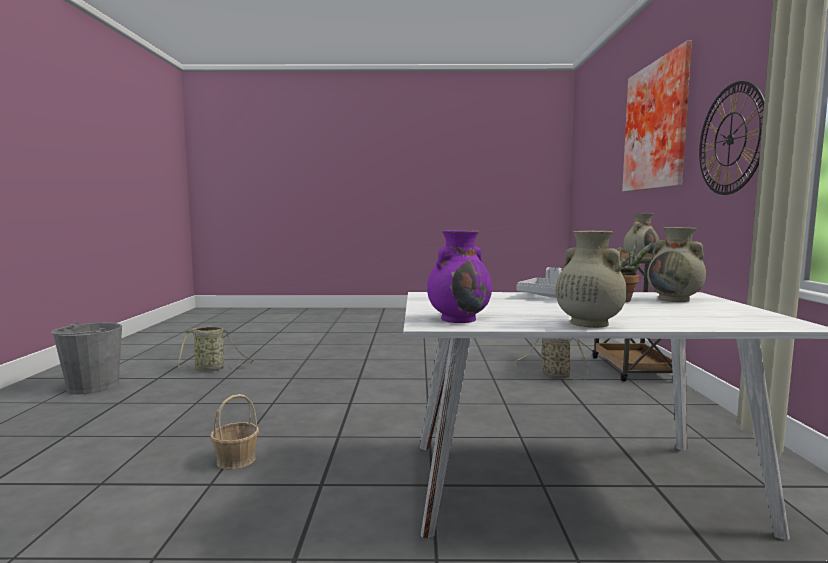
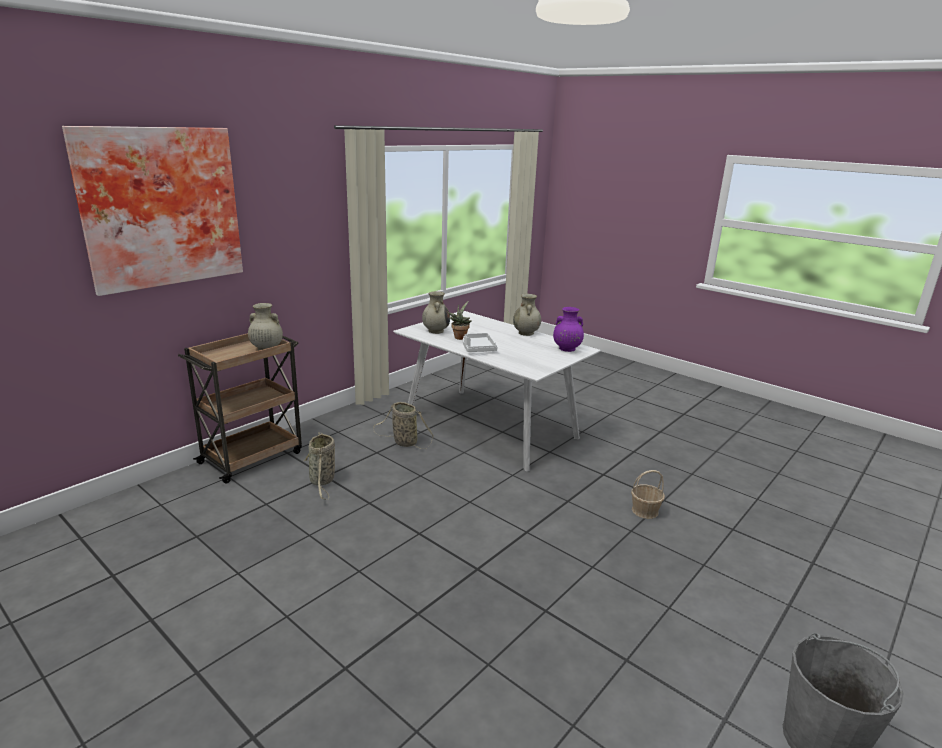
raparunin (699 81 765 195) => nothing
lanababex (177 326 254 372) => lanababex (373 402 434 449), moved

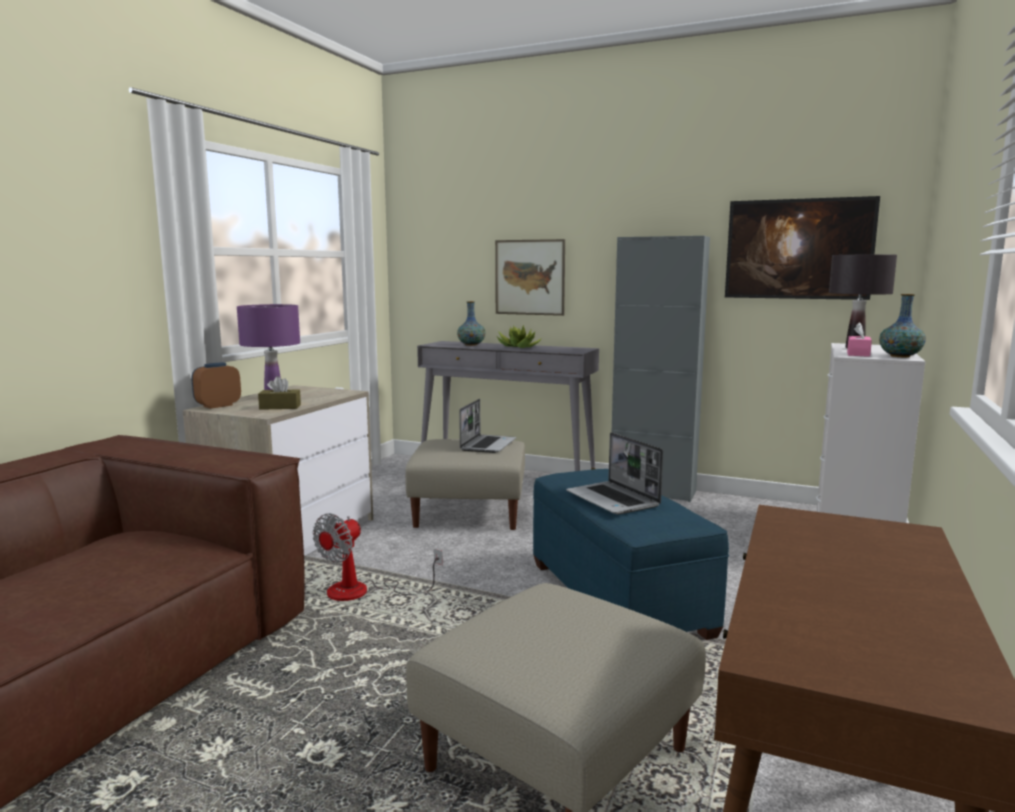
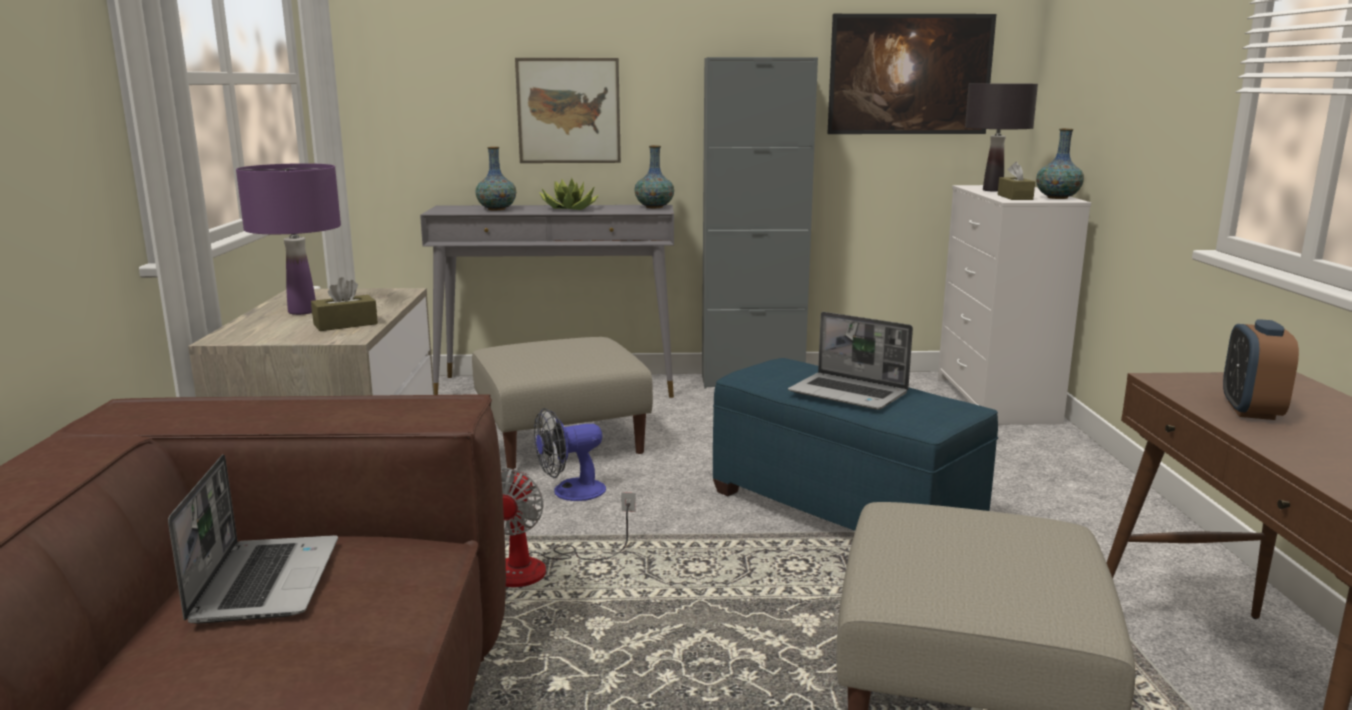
nothing => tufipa (534 408 606 501)
nothing => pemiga (634 146 674 208)
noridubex (192 362 241 409) => noridubex (1223 319 1299 420), moved
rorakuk (459 399 516 453) => rorakuk (168 454 338 624), moved
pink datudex (847 322 872 357) => brown datudex (998 162 1035 200)

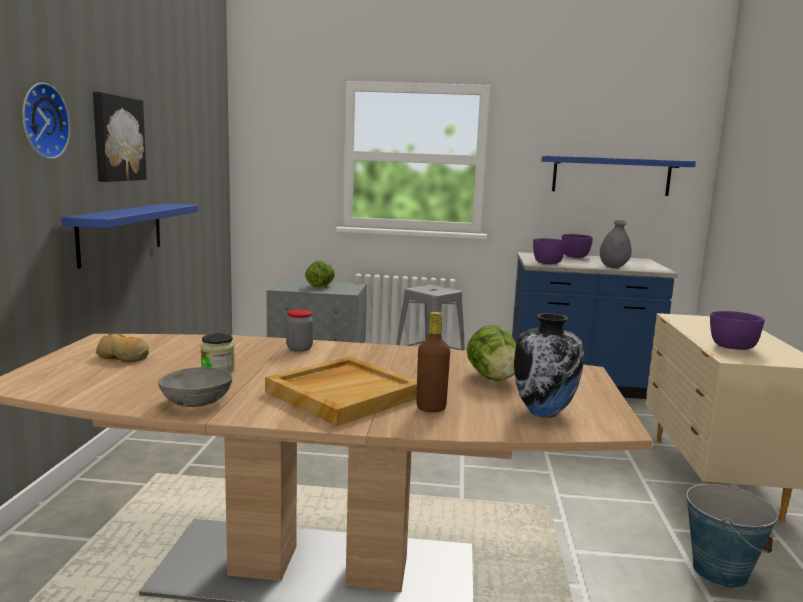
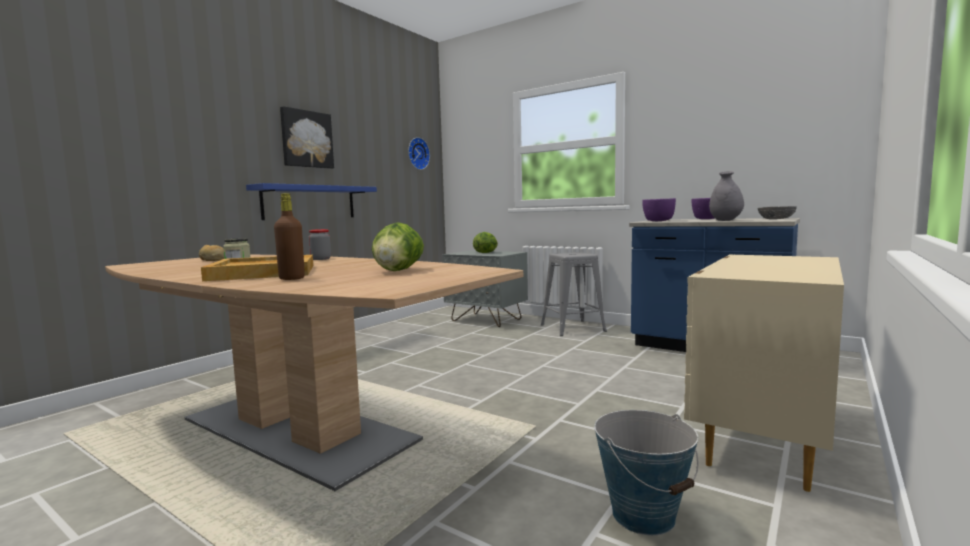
pemiga (514 313 584 418) => nothing
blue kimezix (542 156 696 196) => nothing
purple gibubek (710 311 765 350) => nothing
raparunin (22 83 70 159) => raparunin (408 137 430 170), moved
grey gibubek (158 367 232 407) => grey gibubek (758 206 797 219), moved

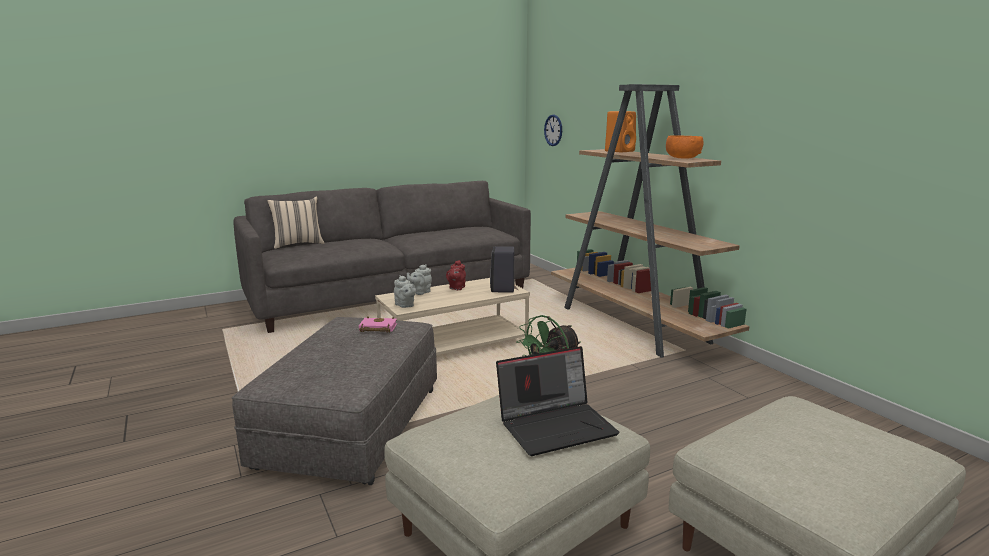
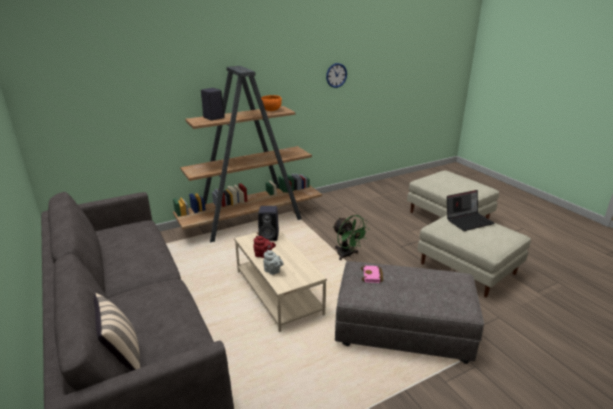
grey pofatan (394 275 416 308) => nothing
raparunin (544 115 562 146) => raparunin (326 63 347 88), moved
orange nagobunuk (605 111 636 153) => black nagobunuk (201 88 225 121)
rorakuk (496 346 620 456) => rorakuk (447 190 494 231), 90 degrees clockwise

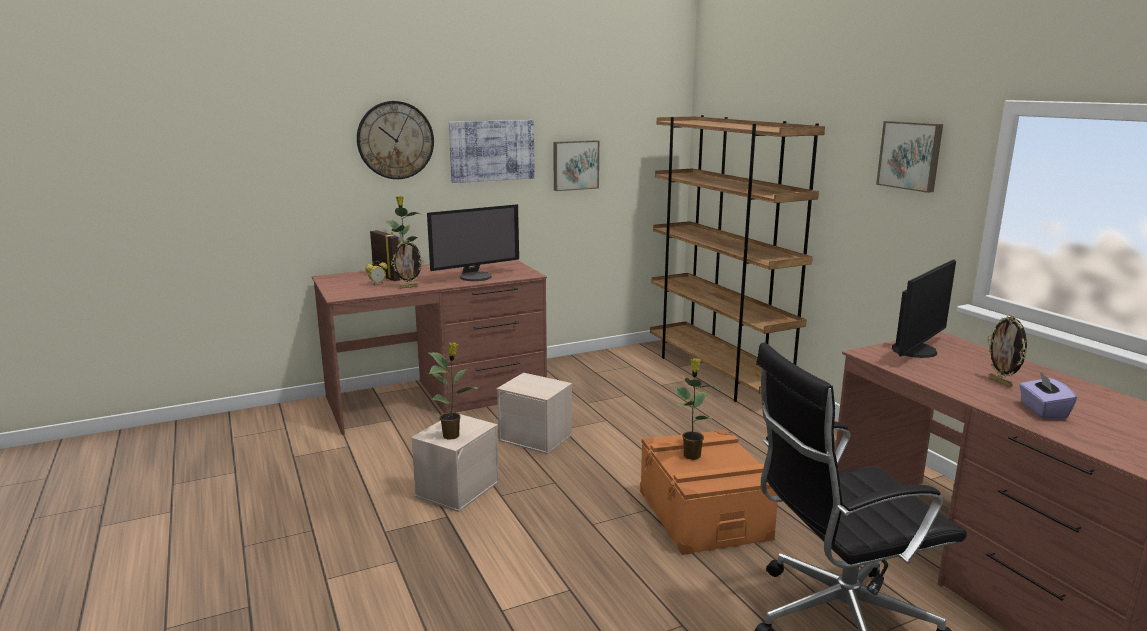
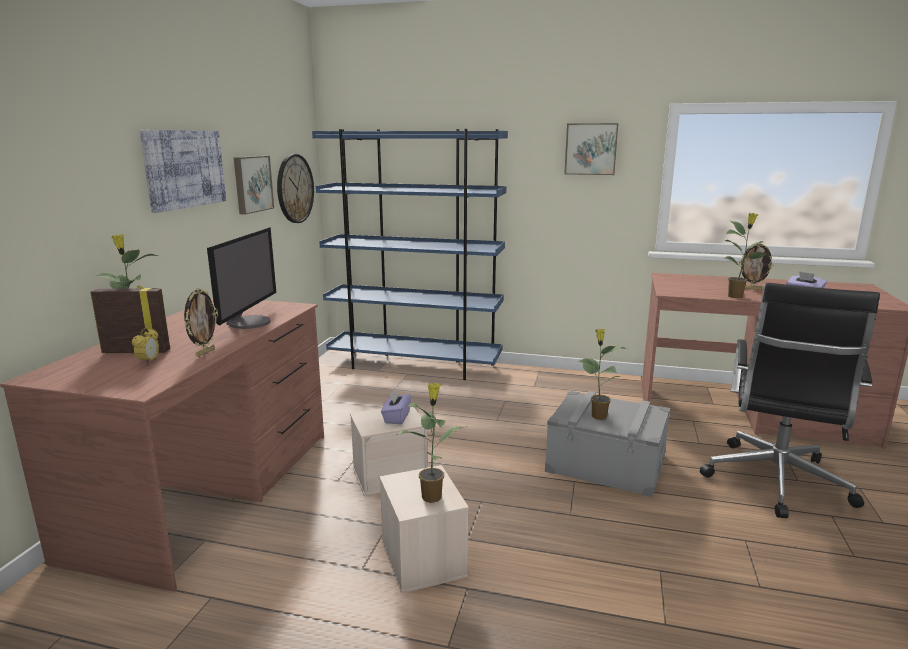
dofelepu (892 259 956 358) => nothing
nothing => purple datudex (381 390 411 424)
nothing => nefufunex (724 213 768 298)
raparunin (357 101 434 179) => raparunin (277 154 314 223), moved
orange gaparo (640 429 778 555) => grey gaparo (545 391 670 497)
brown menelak (650 115 825 402) => blue menelak (312 129 508 380)

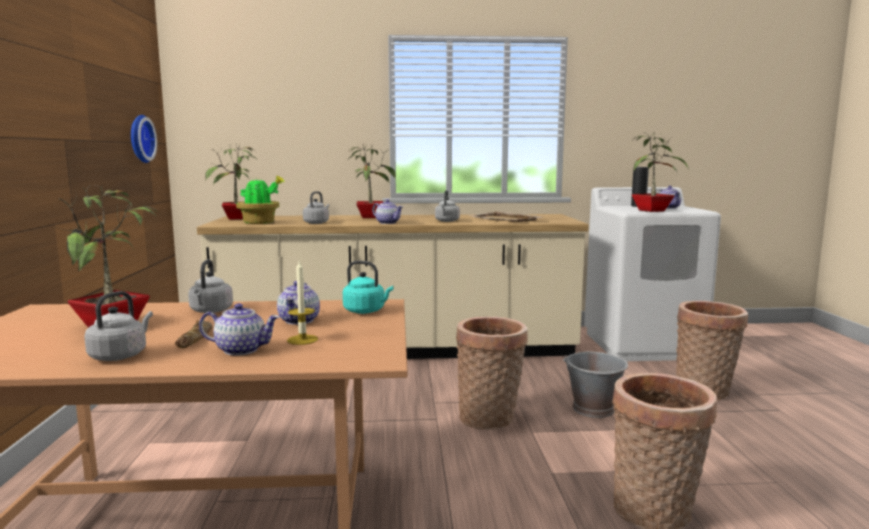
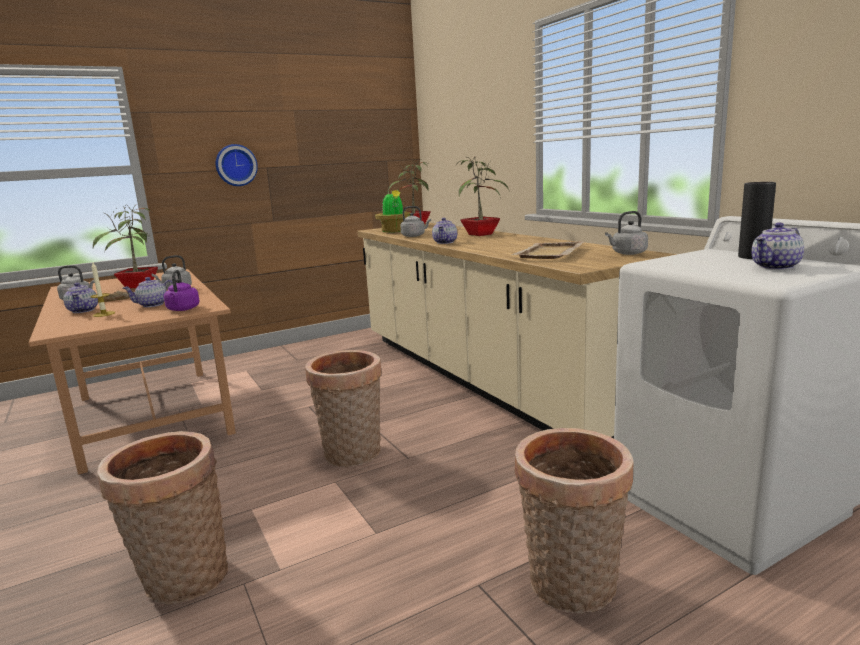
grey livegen (563 352 630 418) => nothing
nefufunex (632 132 688 212) => nothing
raparunin (131 115 157 163) => raparunin (216 144 258 186), moved
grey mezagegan (435 190 460 222) => grey mezagegan (605 211 648 255), moved
turquoise mezagegan (343 261 393 314) => purple mezagegan (164 270 199 311)

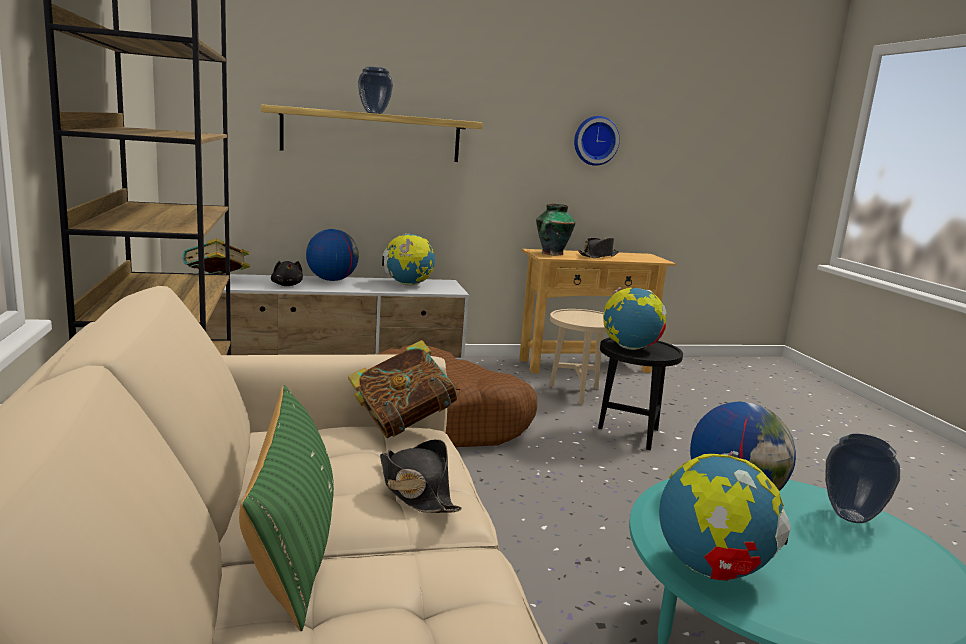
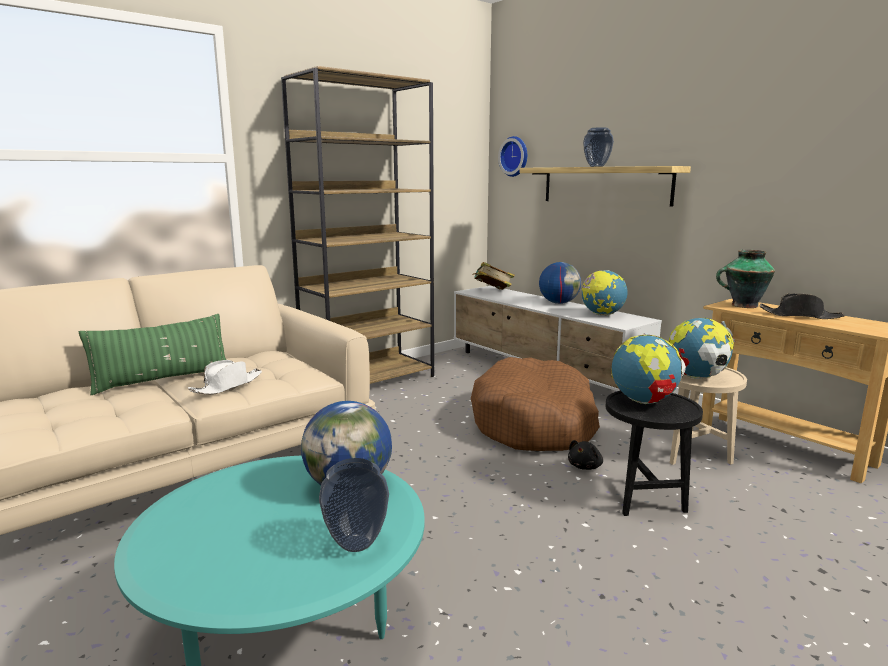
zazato (348 340 461 438) => nothing
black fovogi (271 261 303 286) => black fovogi (568 440 603 470), moved
raparunin (574 116 620 166) => raparunin (498 136 527 177), moved
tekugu (659 451 791 581) => tekugu (669 318 735 379), moved
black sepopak (380 439 462 513) => white sepopak (188 360 262 395)

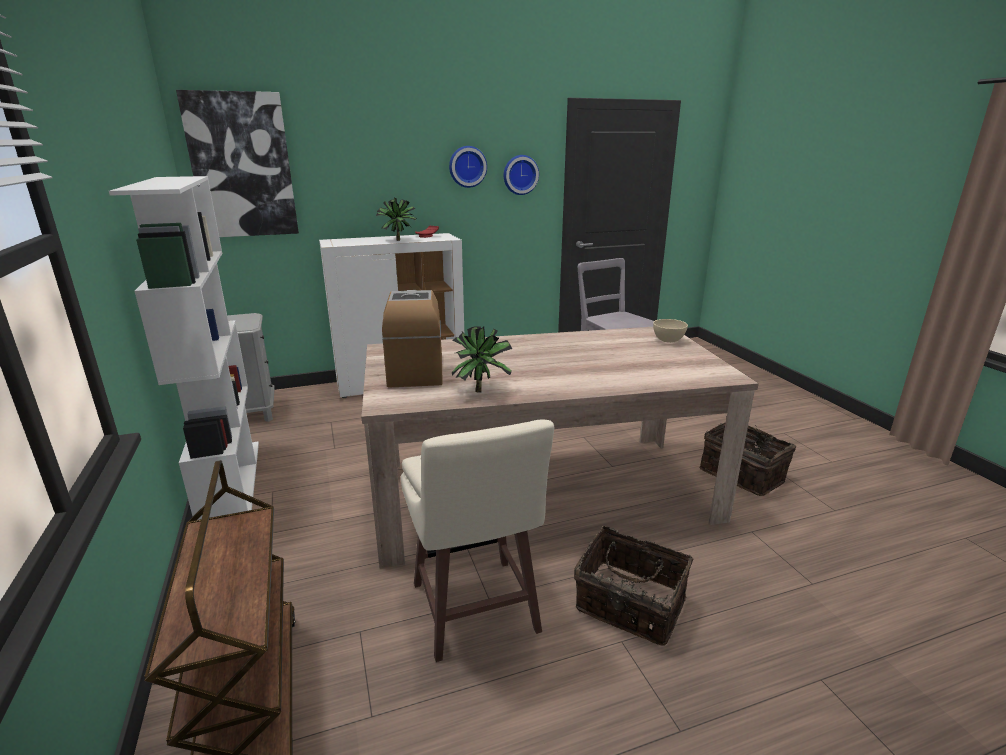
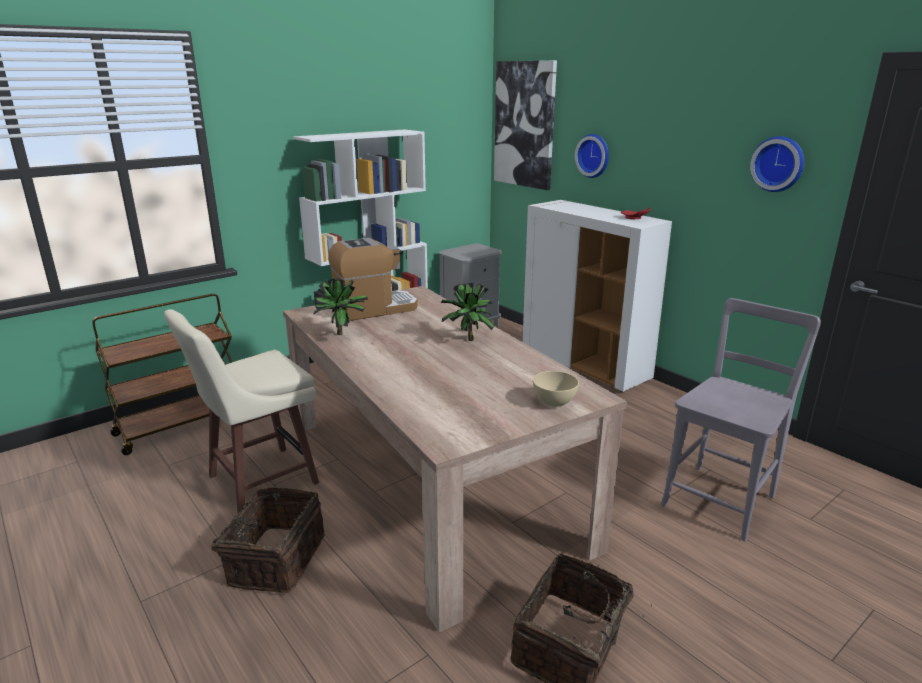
nefufunex (376 197 417 241) => nefufunex (440 283 494 341), moved
raparunin (449 146 487 188) => raparunin (575 134 609 178), moved

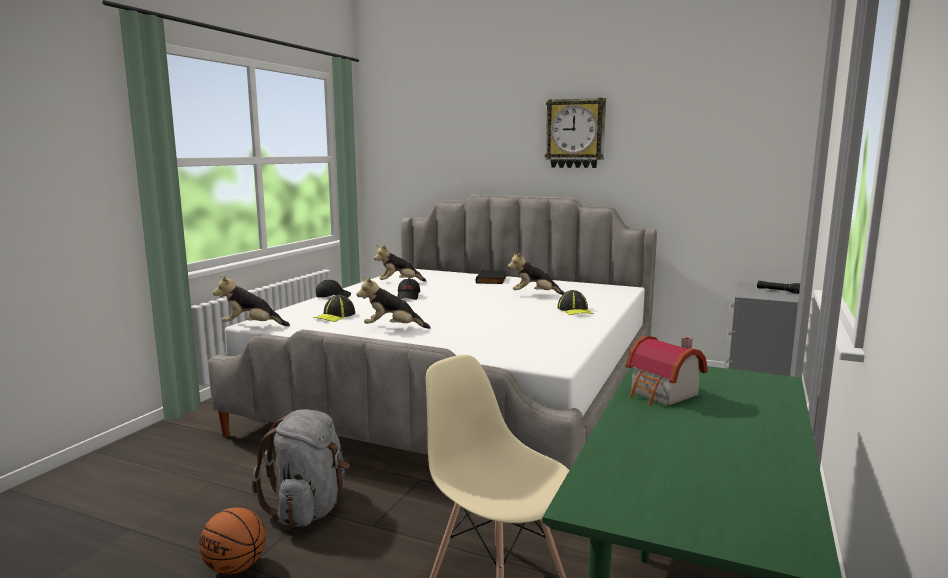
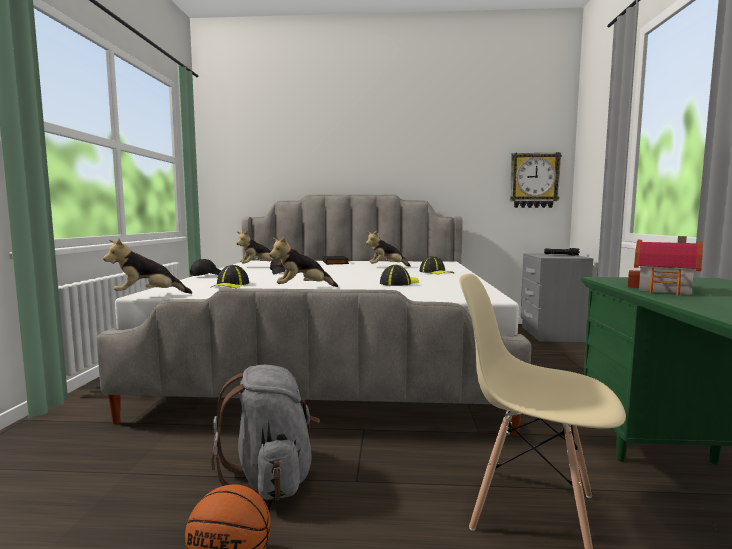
nothing => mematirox (380 265 419 286)
raparunin (545 98 606 168) => raparunin (510 152 562 208), moved

